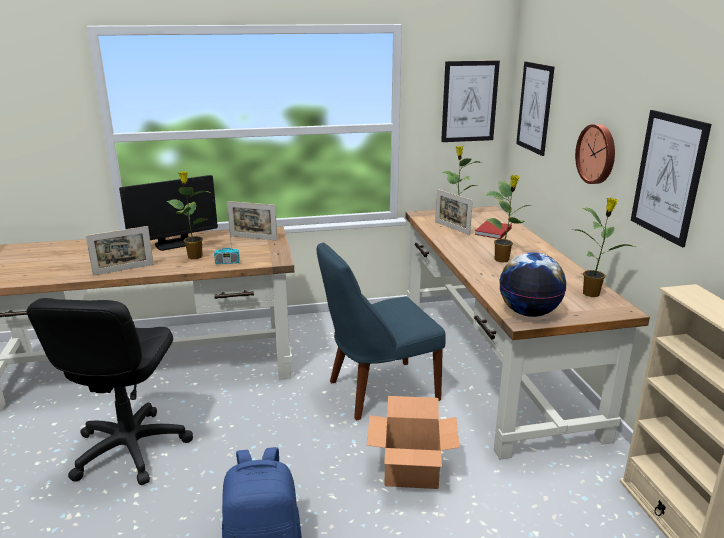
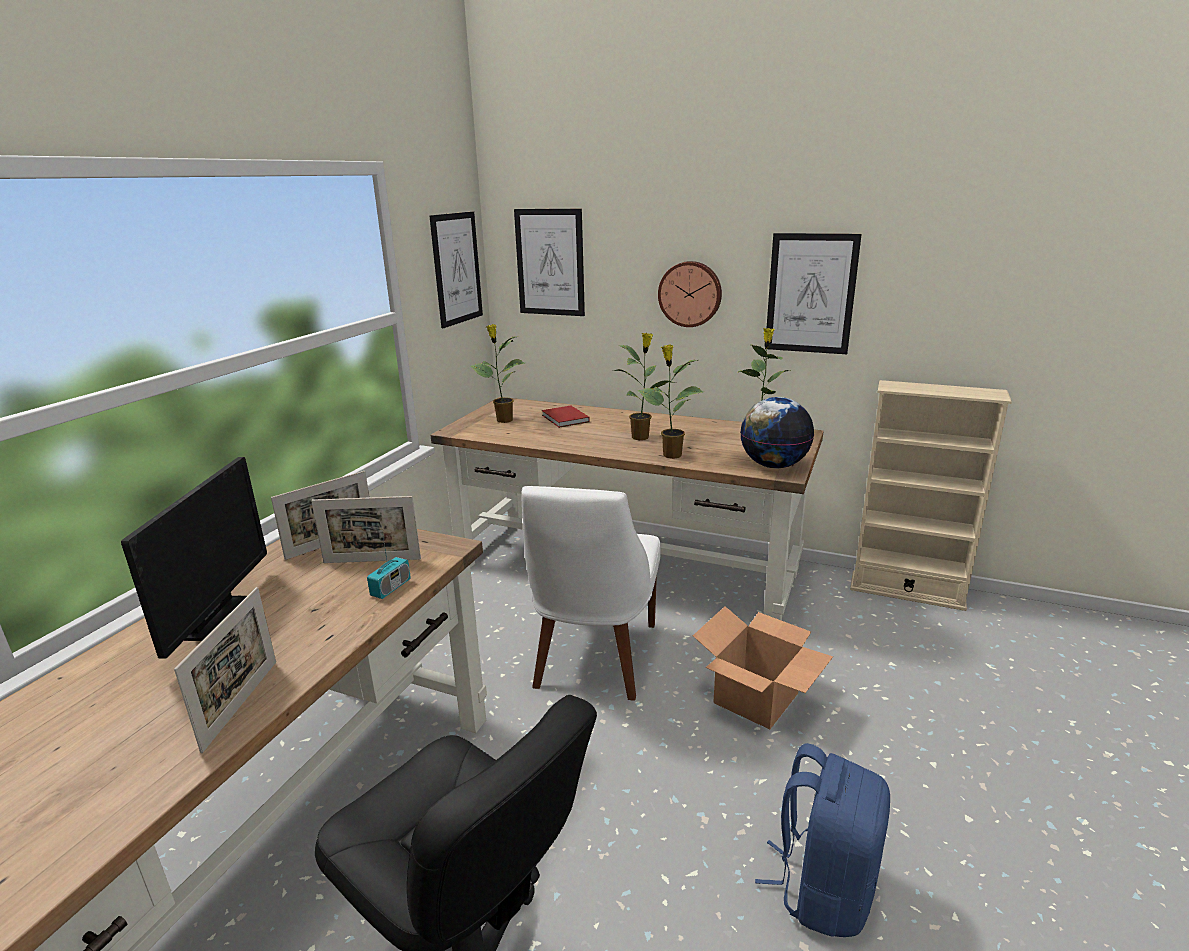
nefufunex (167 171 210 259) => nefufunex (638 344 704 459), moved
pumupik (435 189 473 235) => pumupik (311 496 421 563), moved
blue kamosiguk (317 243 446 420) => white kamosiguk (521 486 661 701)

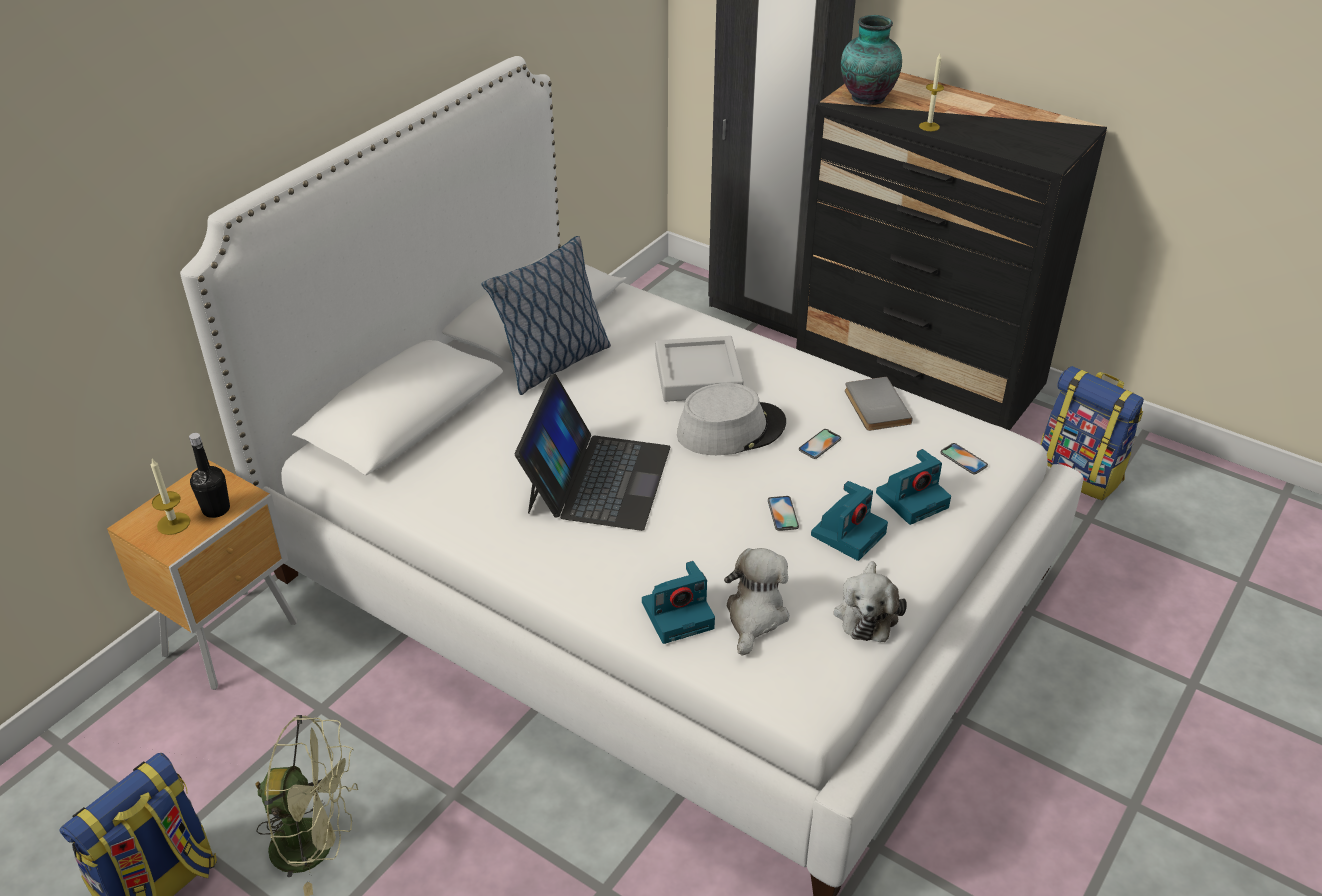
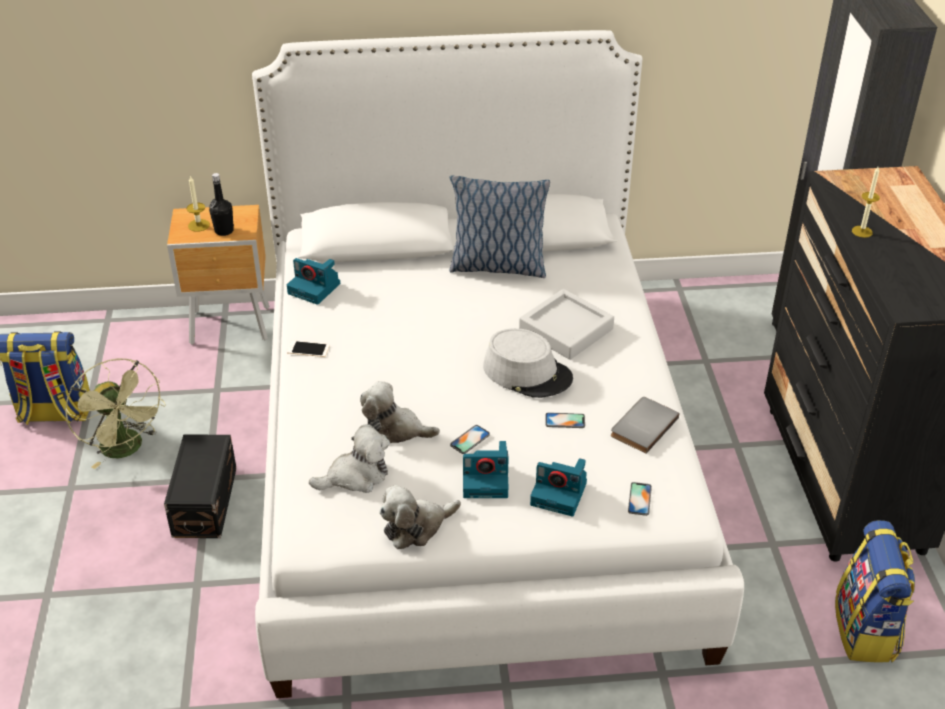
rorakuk (515 374 670 531) => nothing
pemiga (841 15 902 105) => nothing
nothing => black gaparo (164 434 237 538)
nothing => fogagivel (287 340 330 357)
nothing => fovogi (360 381 440 443)
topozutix (642 561 715 644) => topozutix (287 258 340 305), moved

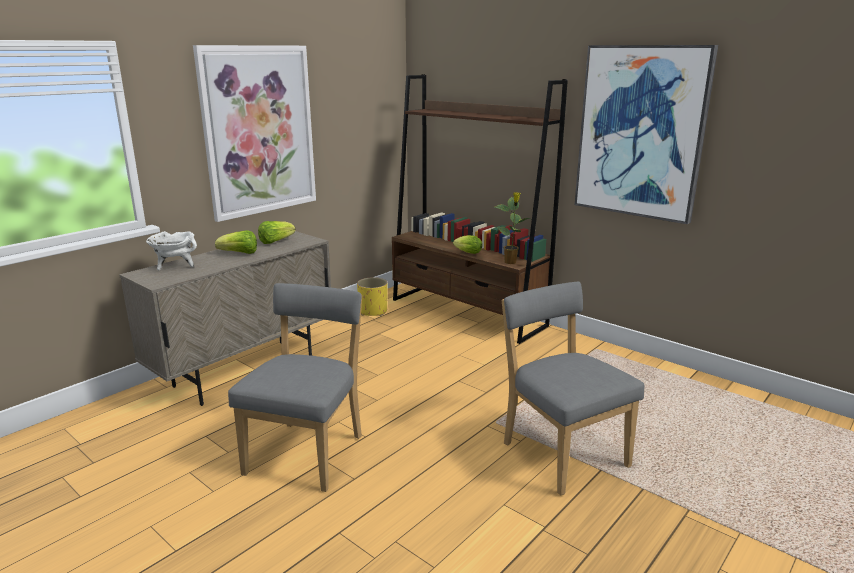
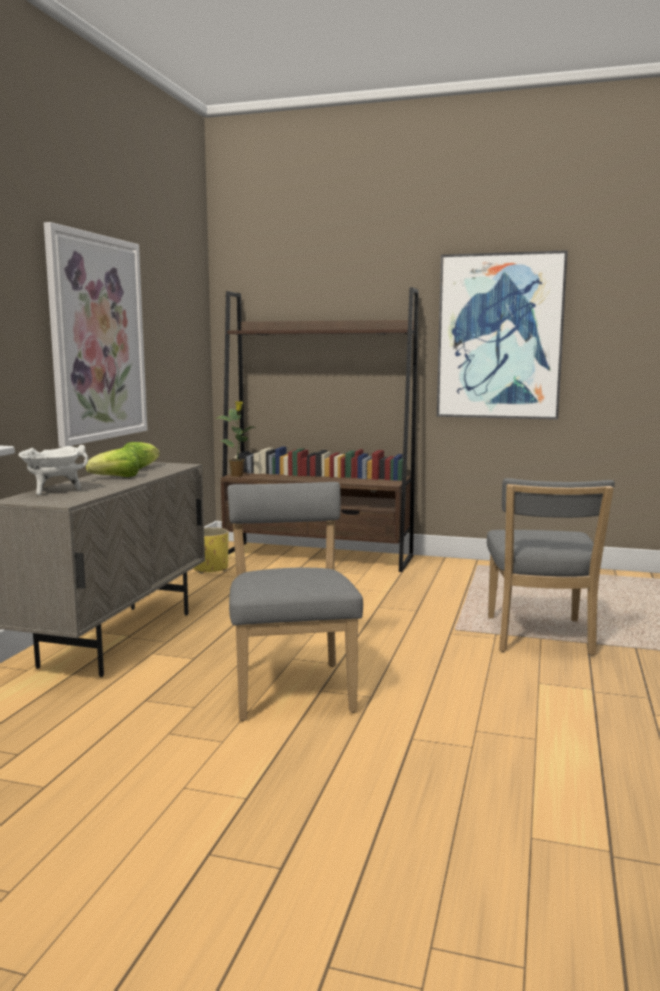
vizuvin (453 235 482 254) => nothing
nefufunex (495 192 529 264) => nefufunex (215 401 255 477), moved
grey kamosiguk (502 282 644 496) => grey kamosiguk (487 478 615 656), 120 degrees counterclockwise

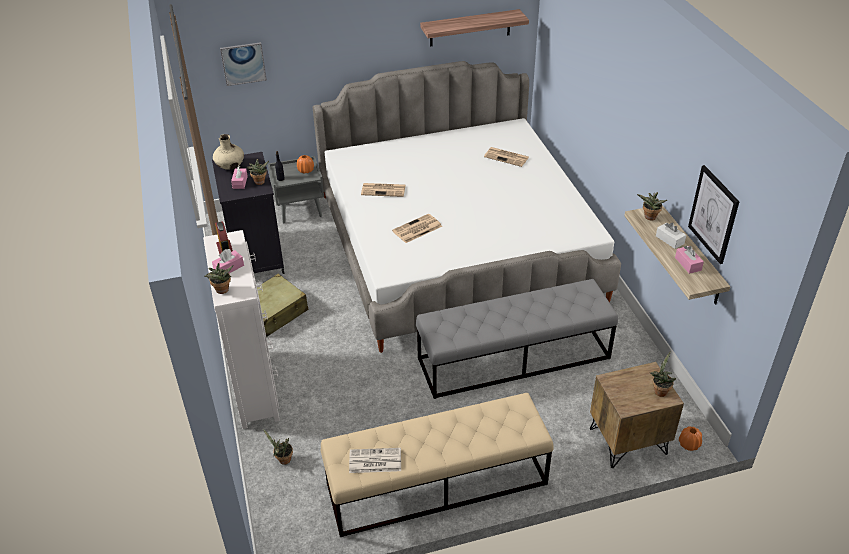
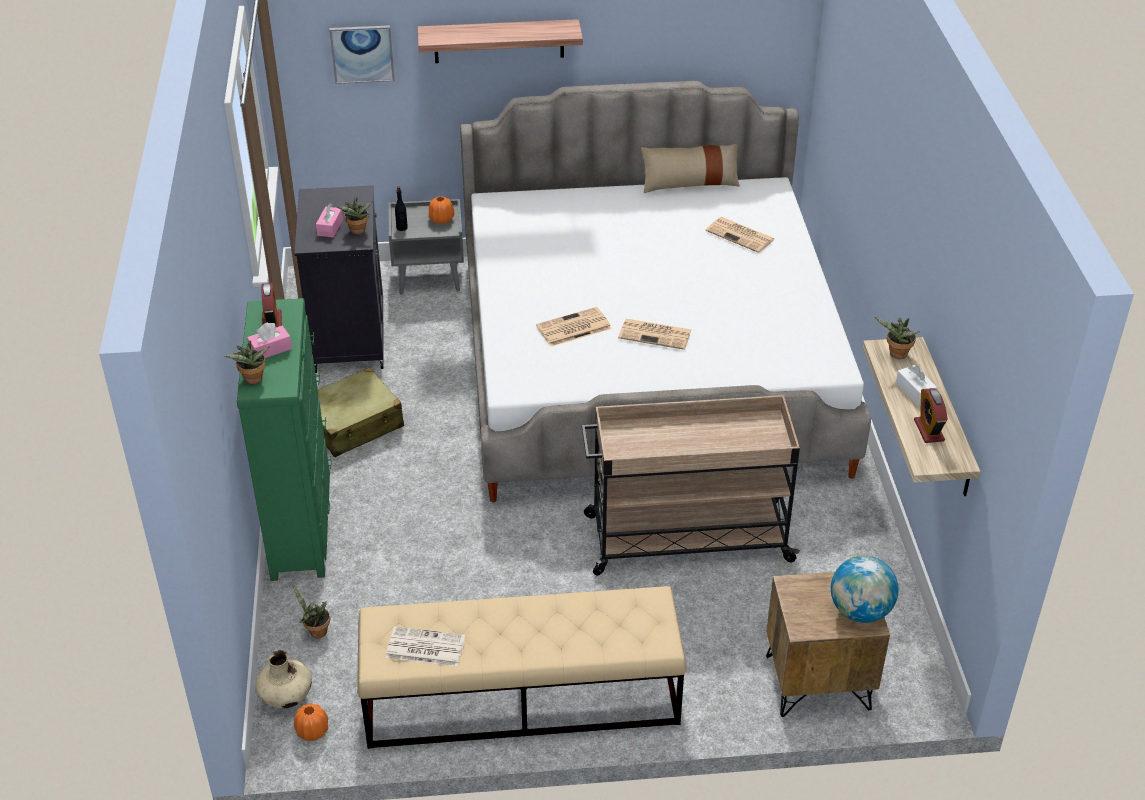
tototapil (688 165 739 264) => nothing
nothing => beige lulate (641 144 740 193)
beige pemiga (213 134 244 170) => beige pemiga (256 650 312 709), moved
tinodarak (361 183 406 197) => tinodarak (618 319 691 350), moved
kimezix (420 9 529 47) => kimezix (418 19 583 63), moved
orange pemiga (679 426 702 451) => orange pemiga (294 703 328 741), moved
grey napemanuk (416 279 618 399) => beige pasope (582 395 800 576)
nefufunex (650 351 676 397) => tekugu (831 556 899 623)
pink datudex (675 246 704 274) => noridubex (914 388 948 443)
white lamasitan (203 230 280 429) => green lamasitan (237 298 332 581)

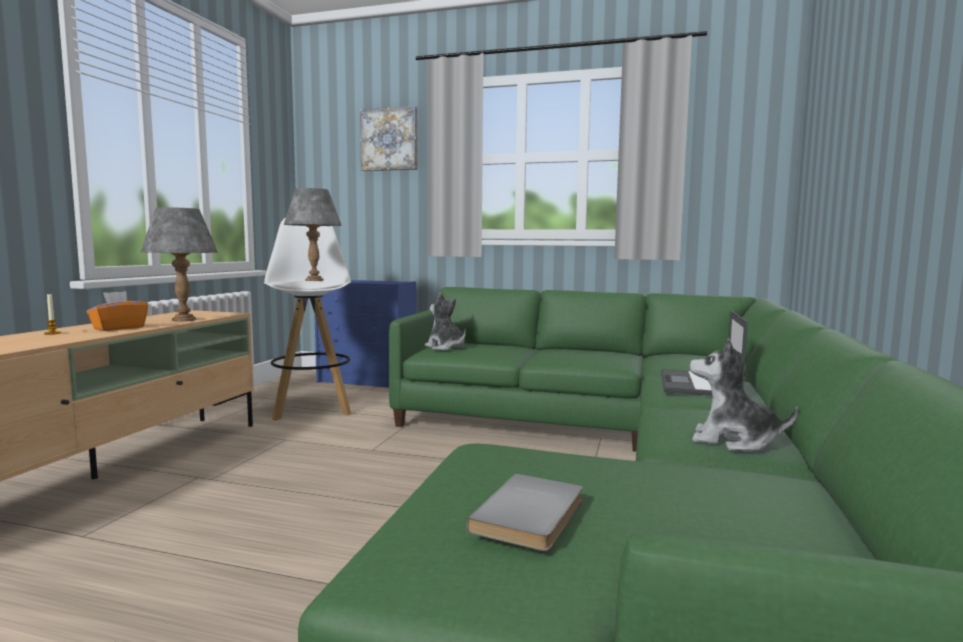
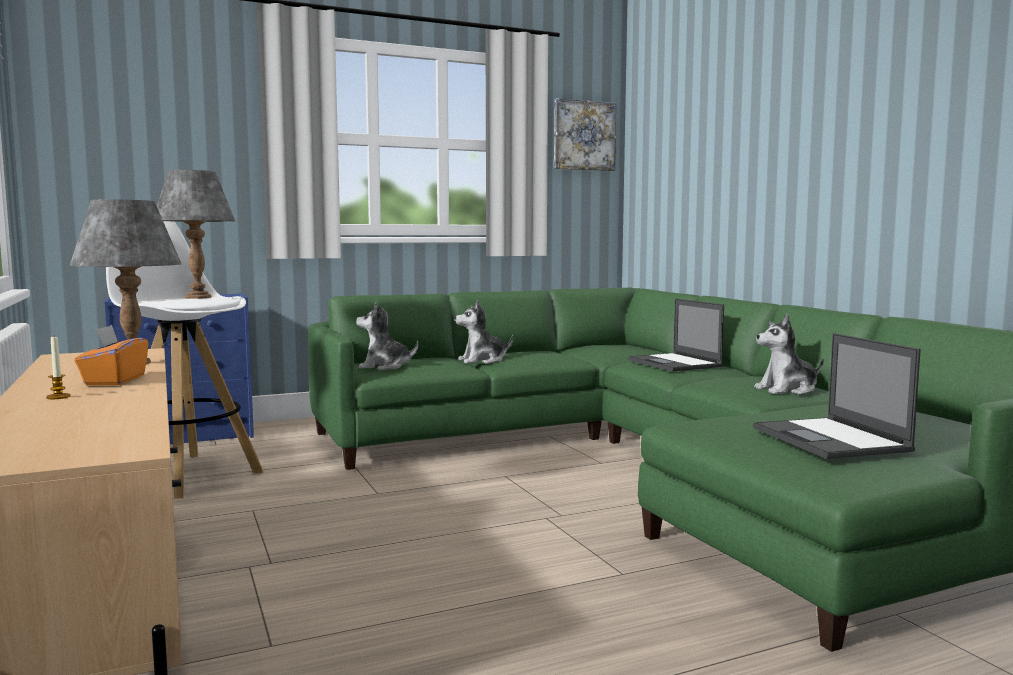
nothing => fovogi (455 299 513 364)
tototapil (360 106 418 171) => tototapil (554 98 616 171), moved
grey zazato (467 473 583 551) => rorakuk (753 333 921 459)

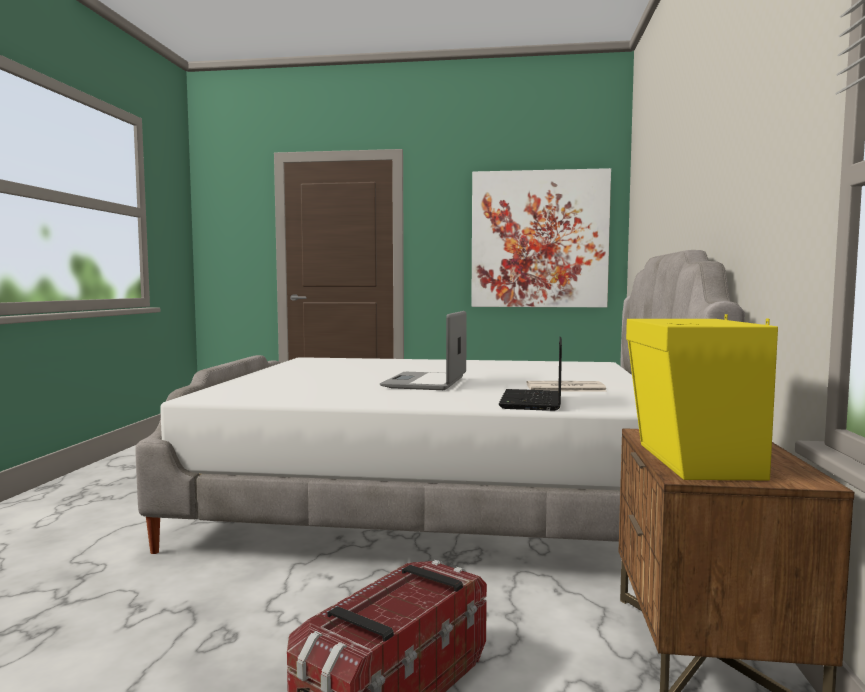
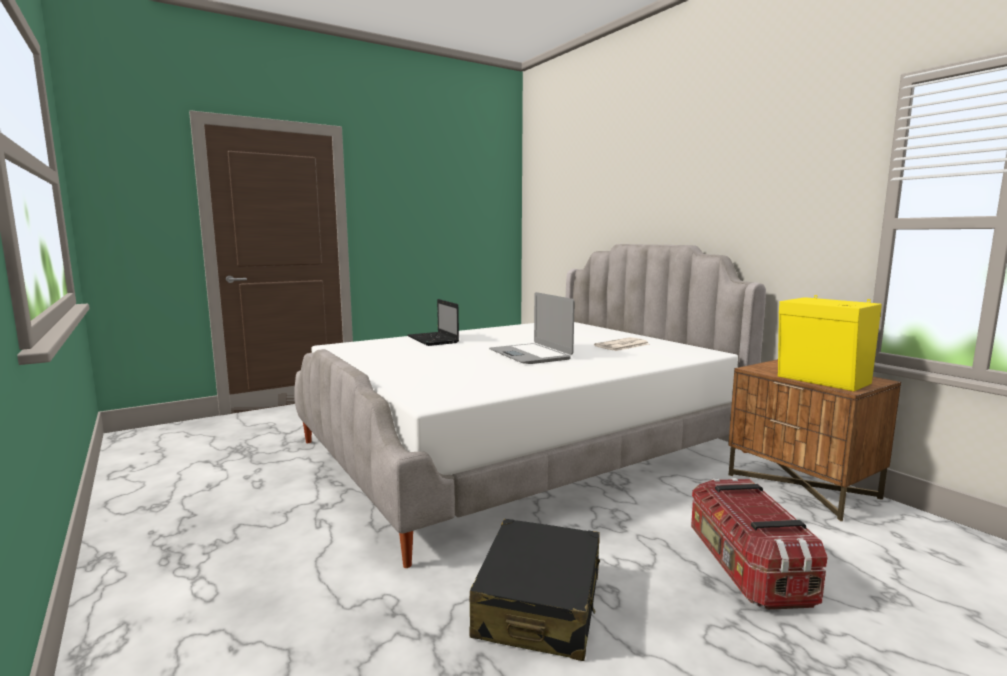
tototapil (471 168 611 307) => nothing
nothing => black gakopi (470 519 600 661)
rorakuk (499 337 562 411) => rorakuk (408 299 459 346), moved

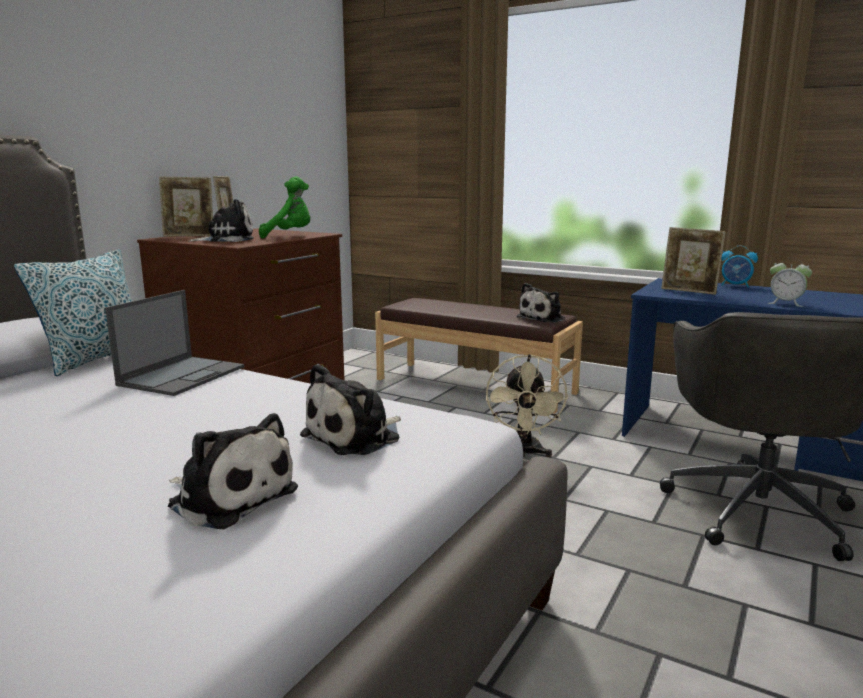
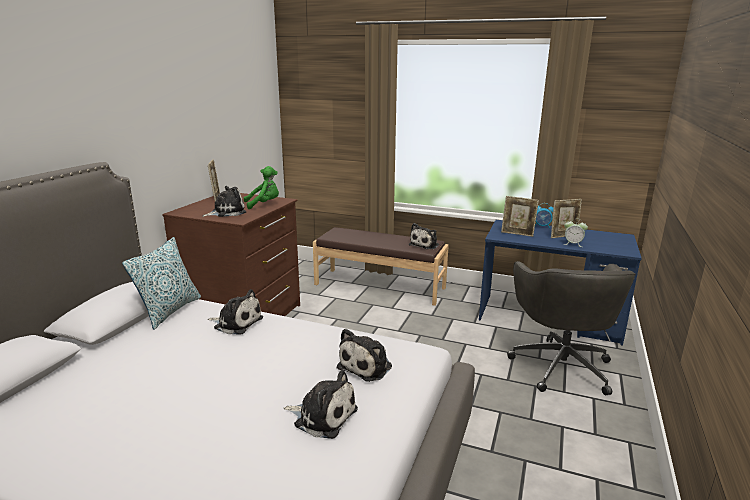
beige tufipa (486 354 569 457) => nothing
pumupik (159 176 213 237) => pumupik (551 199 582 238), moved
rorakuk (105 290 244 396) => fovogi (208 289 263 334)

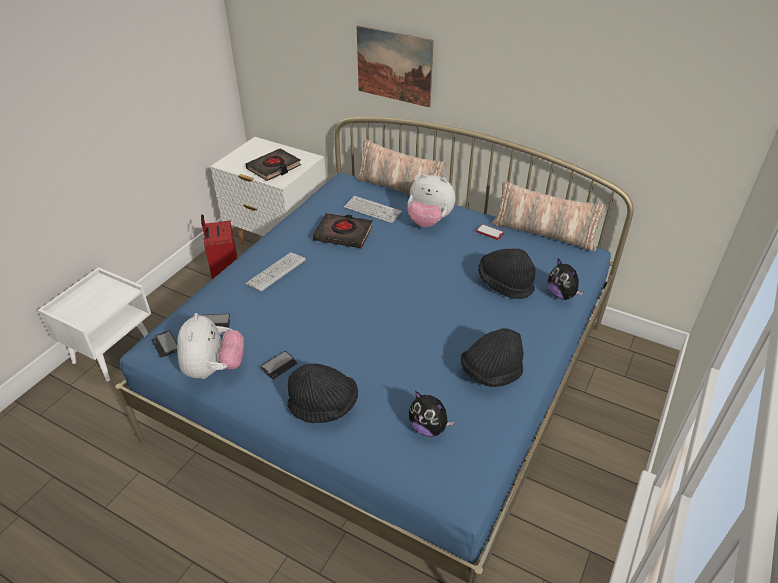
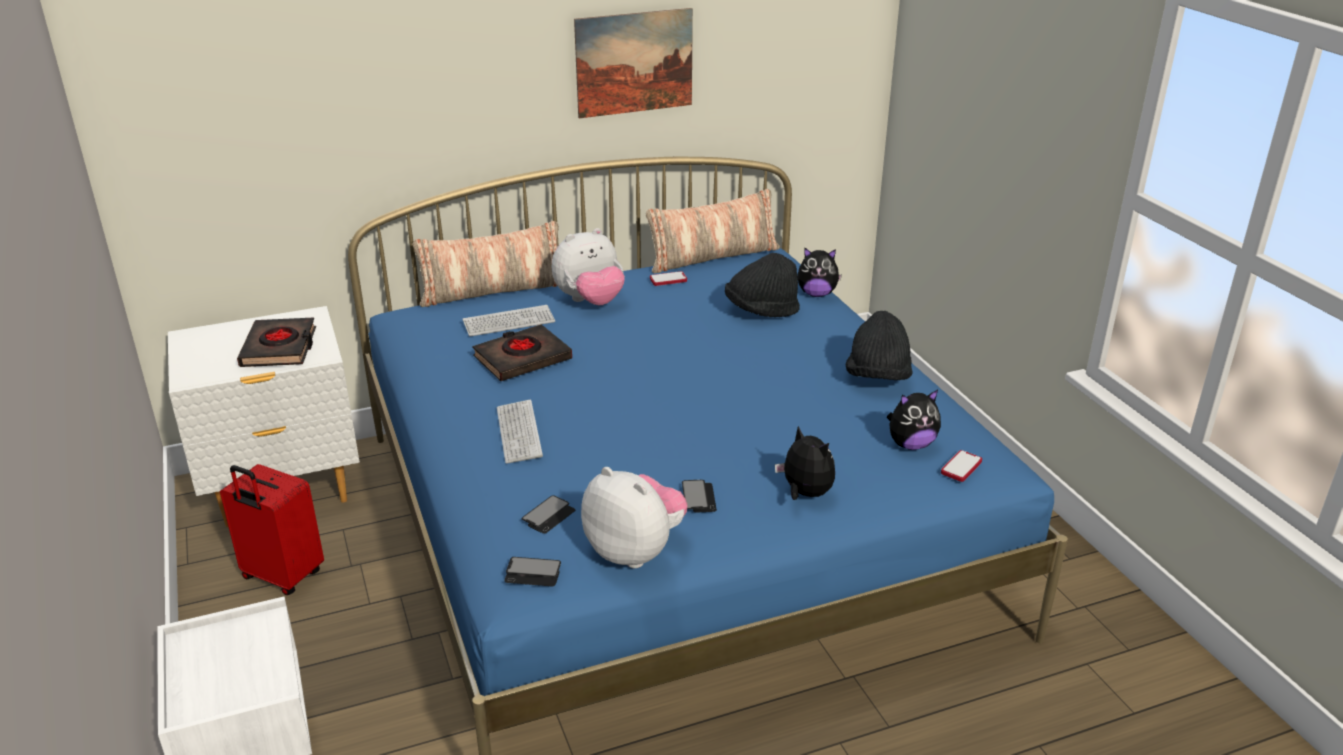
nothing => fogagivel (941 450 982 482)
tototapil (357 25 433 108) => tototapil (574 8 693 118), moved
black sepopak (287 363 358 423) => fovogi (775 426 835 500)

